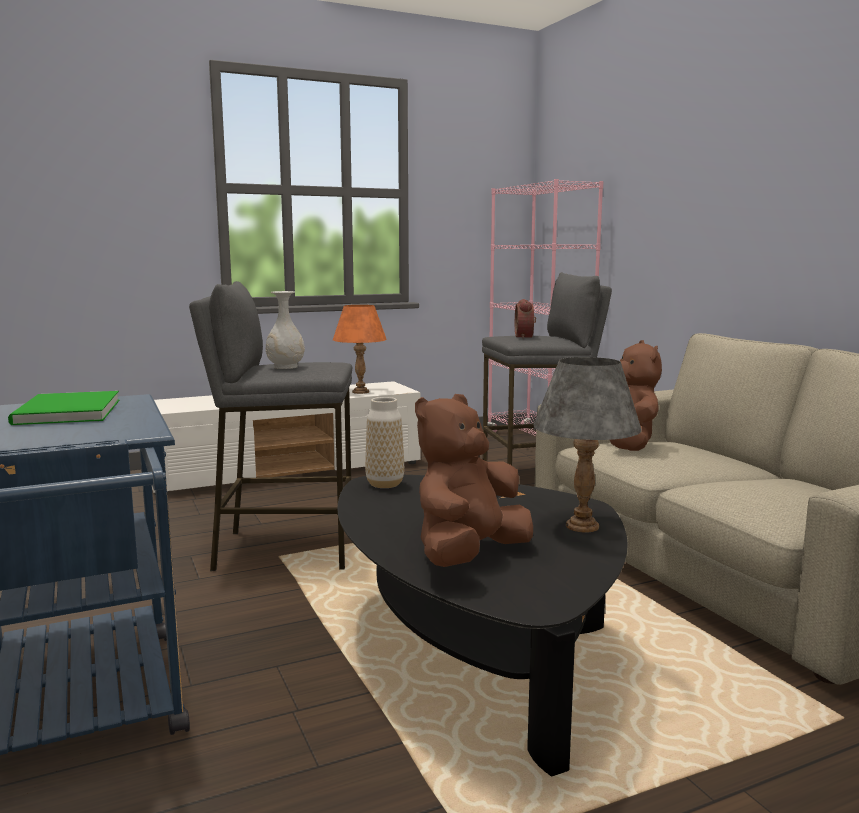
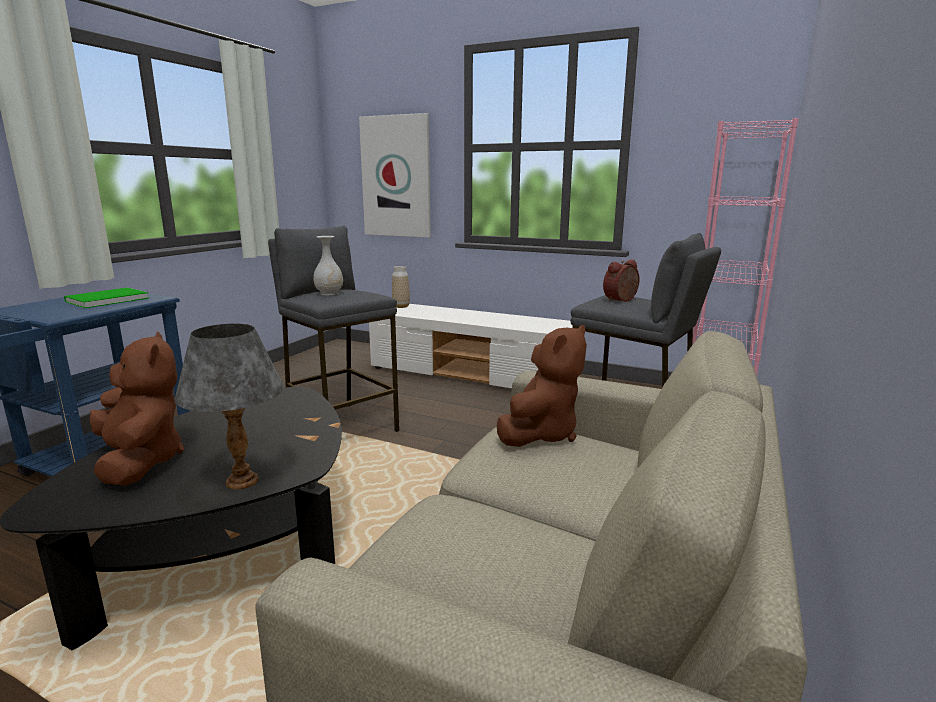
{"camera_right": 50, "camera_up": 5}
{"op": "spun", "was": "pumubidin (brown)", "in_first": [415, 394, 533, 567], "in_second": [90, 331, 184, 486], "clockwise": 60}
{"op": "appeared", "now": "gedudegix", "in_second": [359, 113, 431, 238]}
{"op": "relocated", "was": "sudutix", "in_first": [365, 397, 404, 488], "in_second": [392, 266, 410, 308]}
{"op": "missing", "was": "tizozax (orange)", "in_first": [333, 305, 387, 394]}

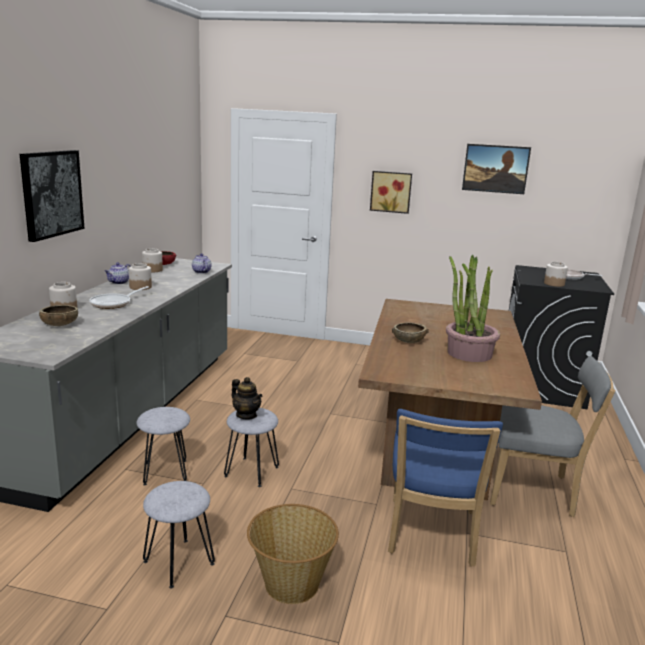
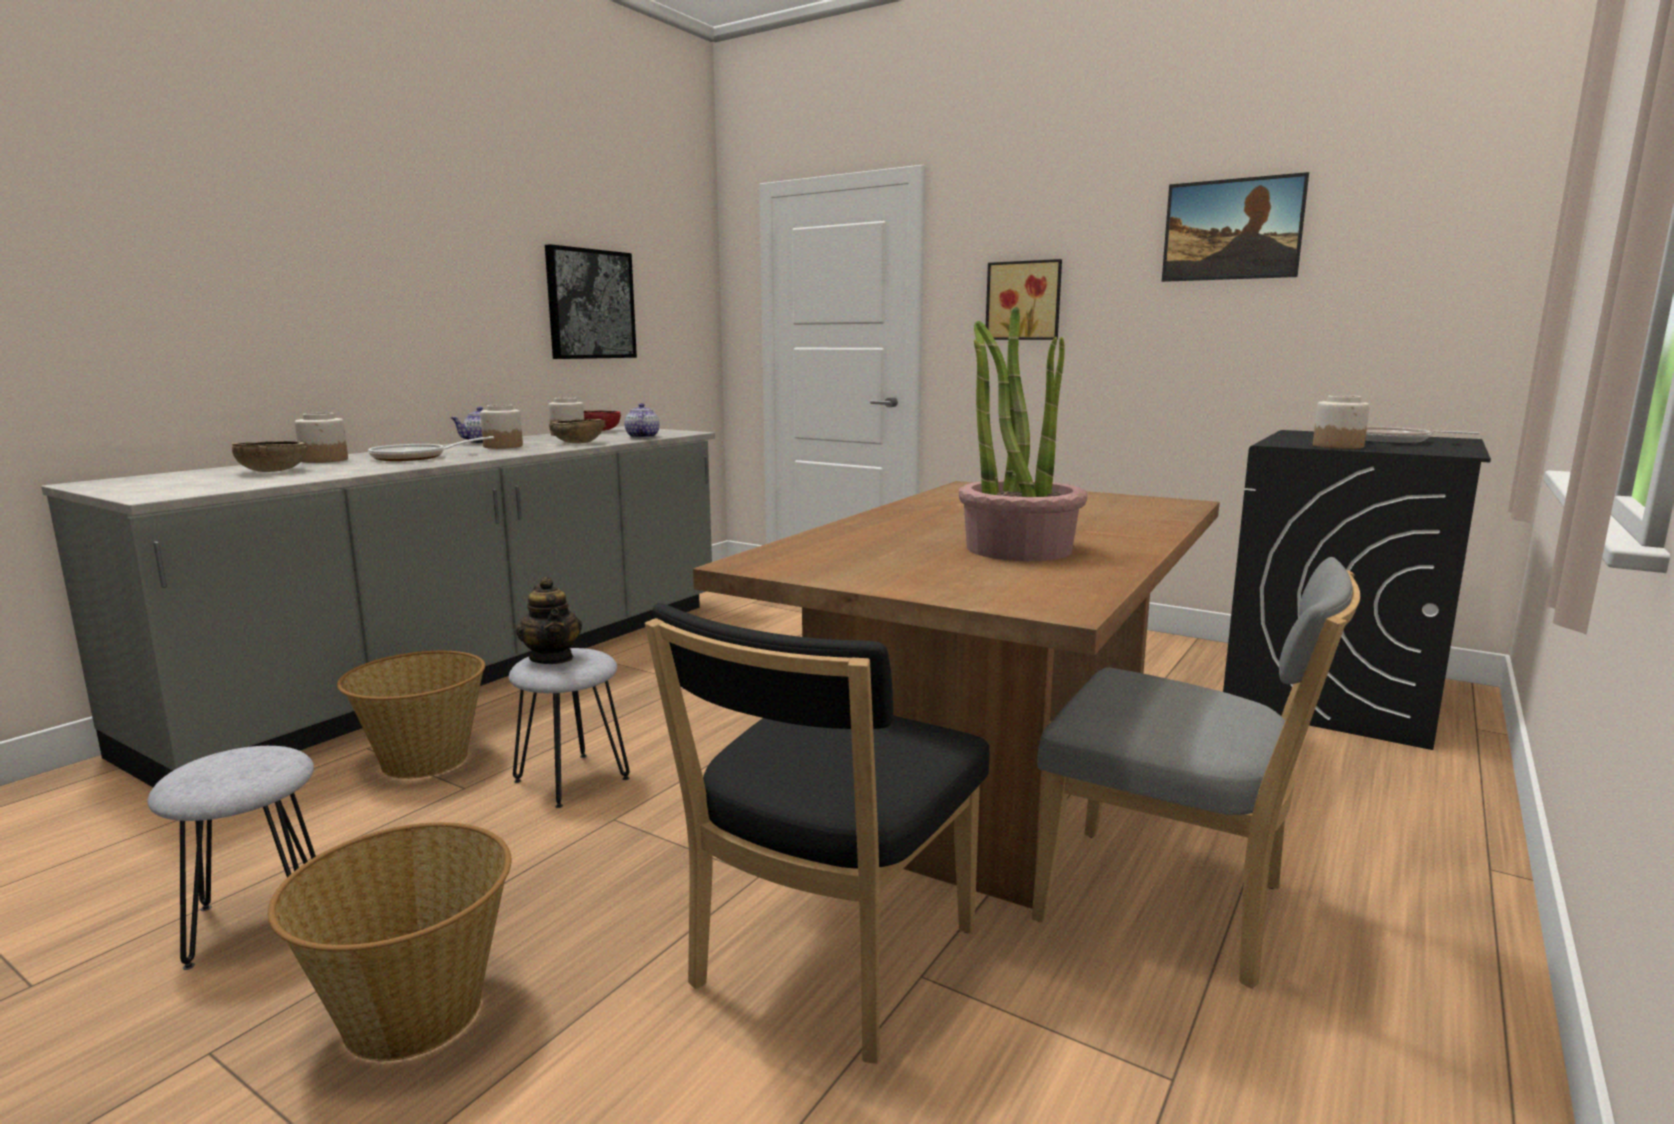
{"camera_right": 20, "camera_up": -5}
{"op": "exchanged", "was": "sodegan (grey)", "now": "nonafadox", "in_first": [137, 407, 190, 486], "in_second": [337, 651, 485, 779]}
{"op": "relocated", "was": "gedudegix", "in_first": [20, 150, 84, 242], "in_second": [545, 244, 637, 359]}
{"op": "relocated", "was": "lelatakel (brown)", "in_first": [392, 322, 429, 343], "in_second": [549, 419, 606, 444]}
{"op": "colour", "was": "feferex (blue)", "now": "feferex (black)", "in_first": [388, 409, 503, 566], "in_second": [645, 603, 989, 1064]}

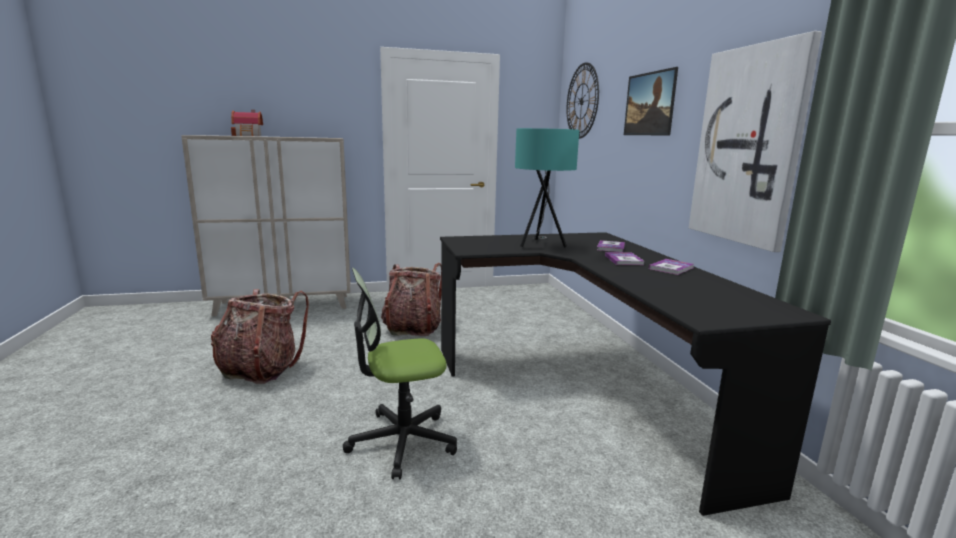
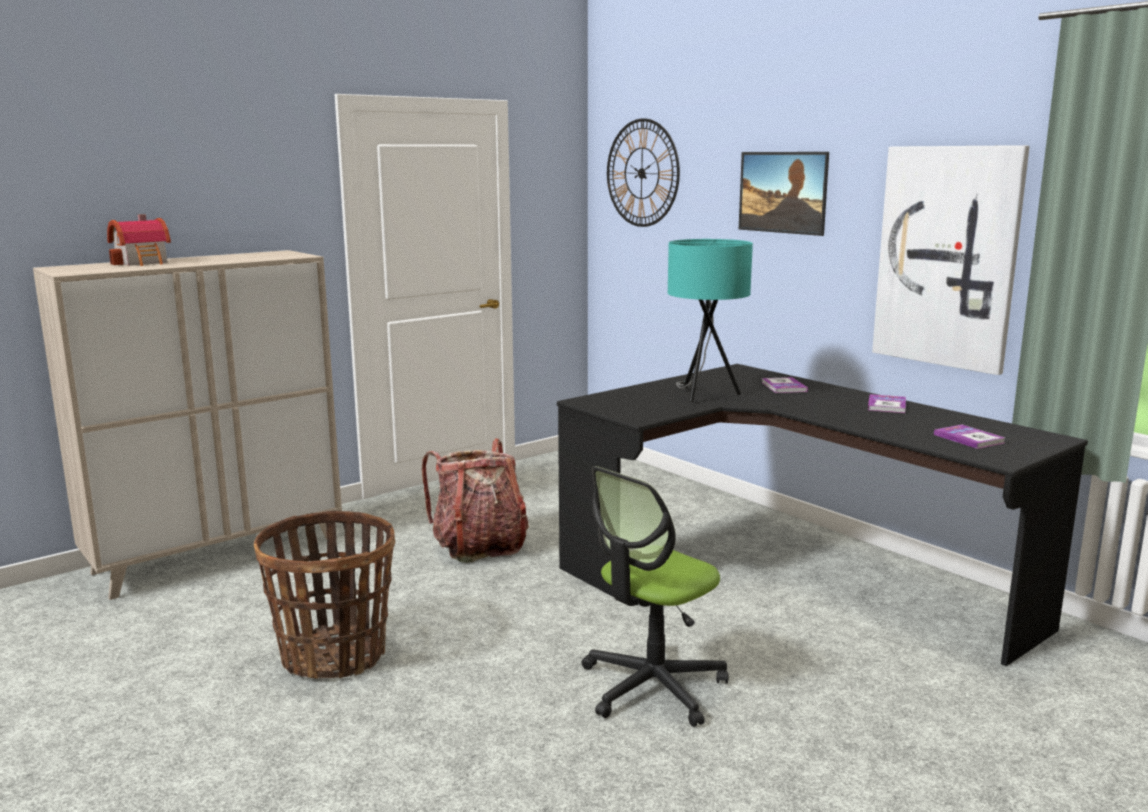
{"camera_right": -25, "camera_up": 0}
{"op": "exchanged", "was": "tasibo", "now": "nonafadox", "in_first": [211, 289, 309, 384], "in_second": [254, 511, 395, 679]}
{"op": "relocated", "was": "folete", "in_first": [605, 252, 644, 265], "in_second": [934, 425, 1005, 449]}

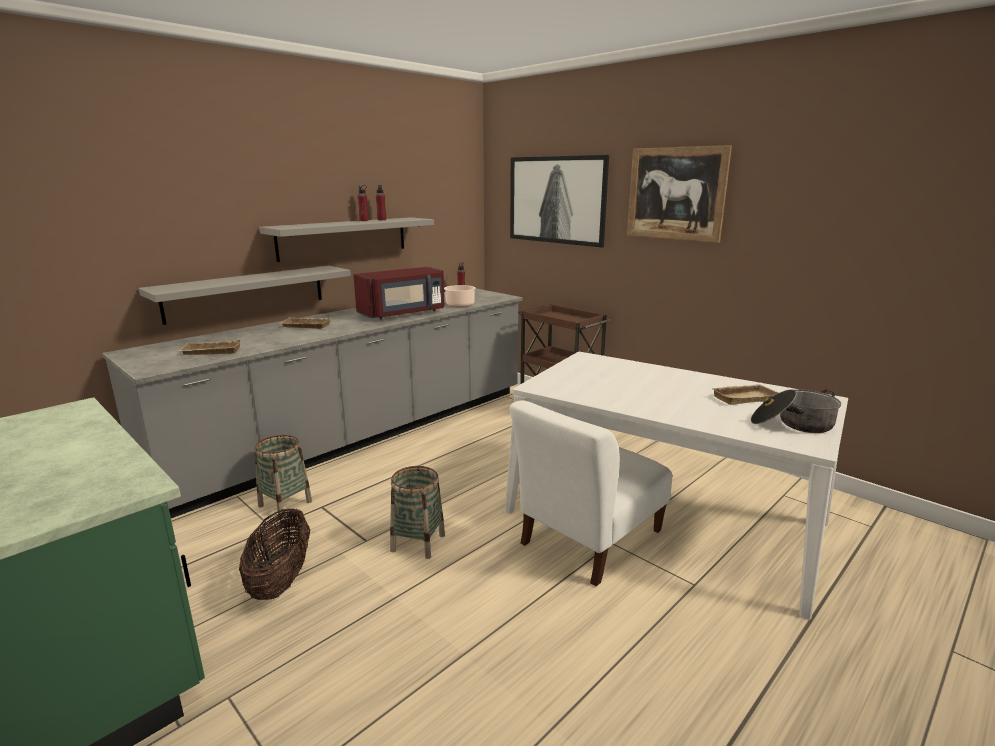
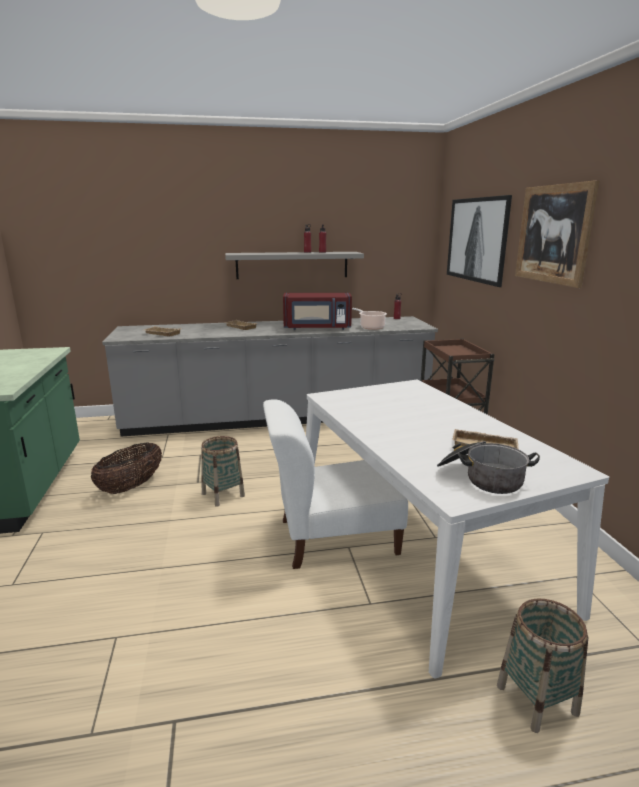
{"camera_right": 35, "camera_up": 0}
{"op": "relocated", "was": "nonafadox", "in_first": [255, 435, 312, 516], "in_second": [497, 599, 588, 733]}
{"op": "missing", "was": "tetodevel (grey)", "in_first": [139, 266, 351, 325]}

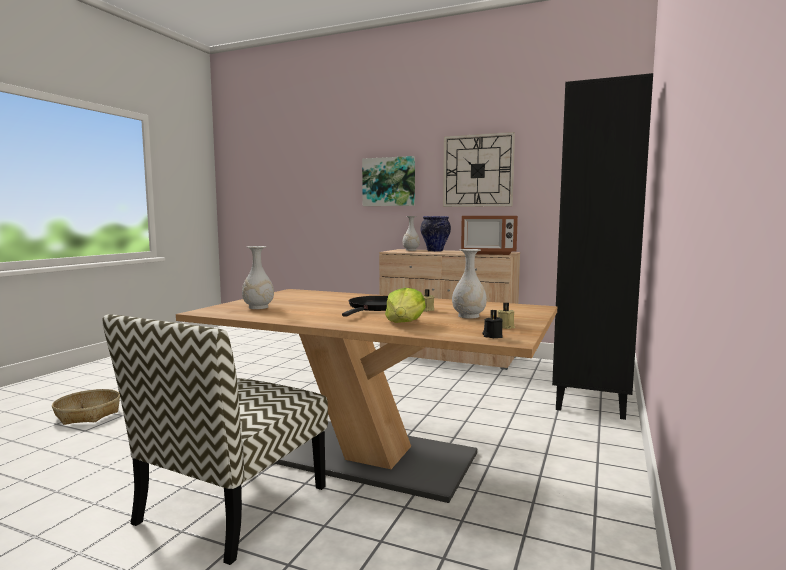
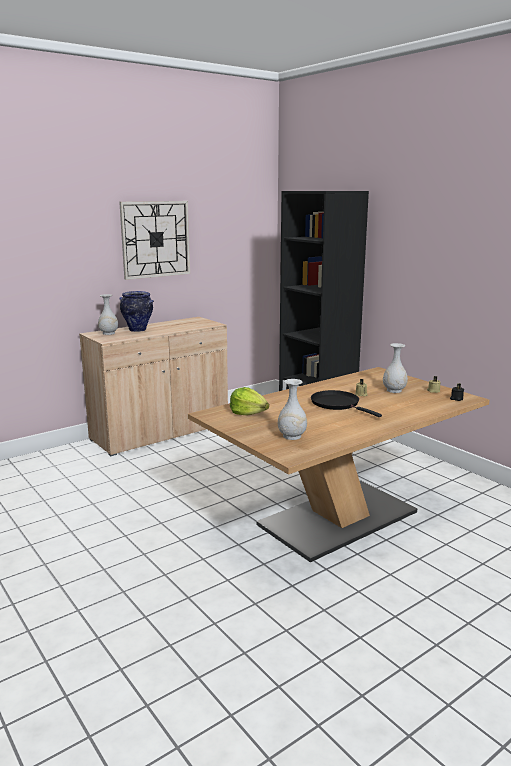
{"camera_right": -60, "camera_up": 10}
{"op": "relocated", "was": "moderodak", "in_first": [385, 288, 426, 323], "in_second": [230, 387, 269, 415]}
{"op": "missing", "was": "nonafadox", "in_first": [52, 389, 120, 425]}
{"op": "missing", "was": "feferex", "in_first": [103, 314, 328, 565]}
{"op": "missing", "was": "gedudegix", "in_first": [362, 156, 415, 206]}
{"op": "missing", "was": "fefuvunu", "in_first": [461, 216, 518, 255]}

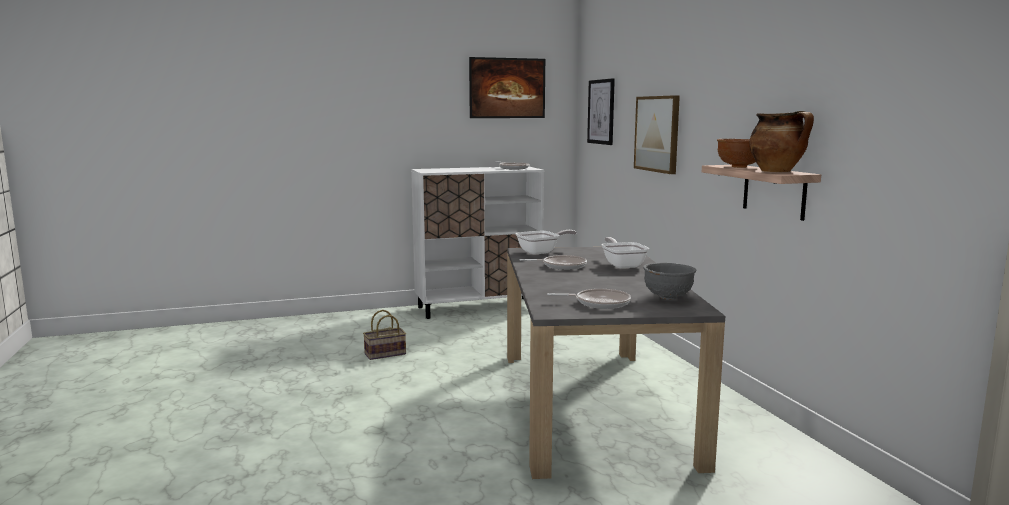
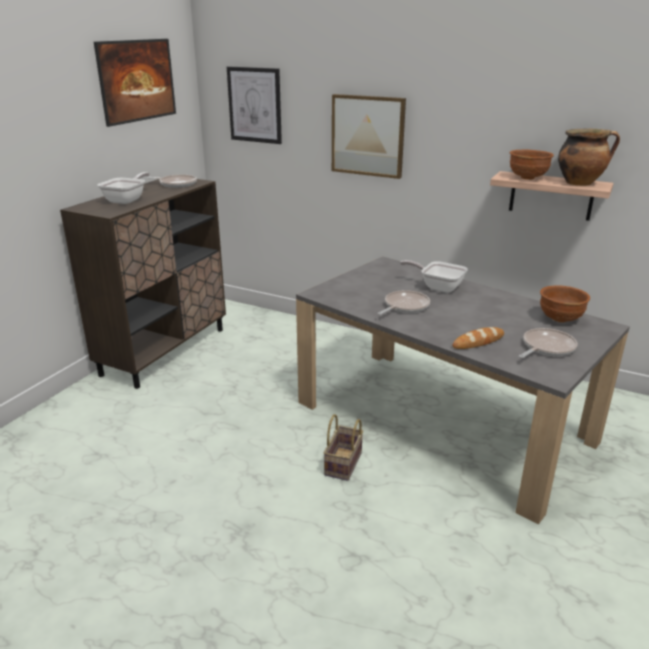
{"camera_right": -45, "camera_up": 15}
{"op": "colour", "was": "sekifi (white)", "now": "sekifi (brown)", "in_first": [411, 167, 544, 319], "in_second": [60, 179, 226, 389]}
{"op": "relocated", "was": "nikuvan", "in_first": [516, 230, 577, 255], "in_second": [97, 172, 149, 204]}
{"op": "relocated", "was": "nonafadox", "in_first": [363, 310, 406, 360], "in_second": [323, 414, 363, 481]}
{"op": "appeared", "now": "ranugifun", "in_second": [452, 327, 504, 349]}
{"op": "colour", "was": "lelatakel (grey)", "now": "lelatakel (brown)", "in_first": [643, 263, 697, 300], "in_second": [540, 285, 590, 322]}

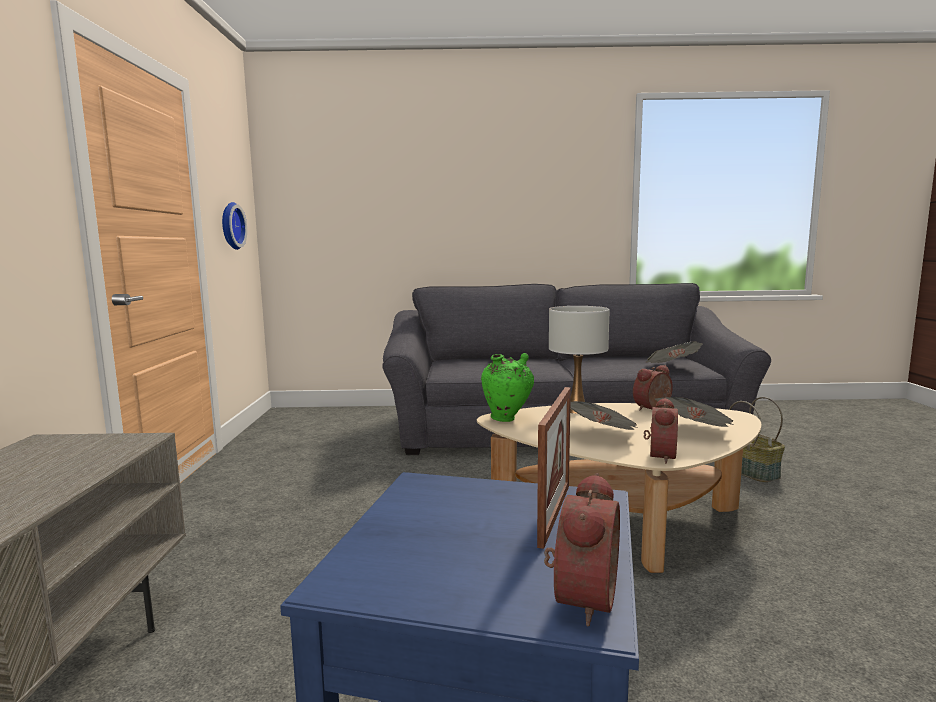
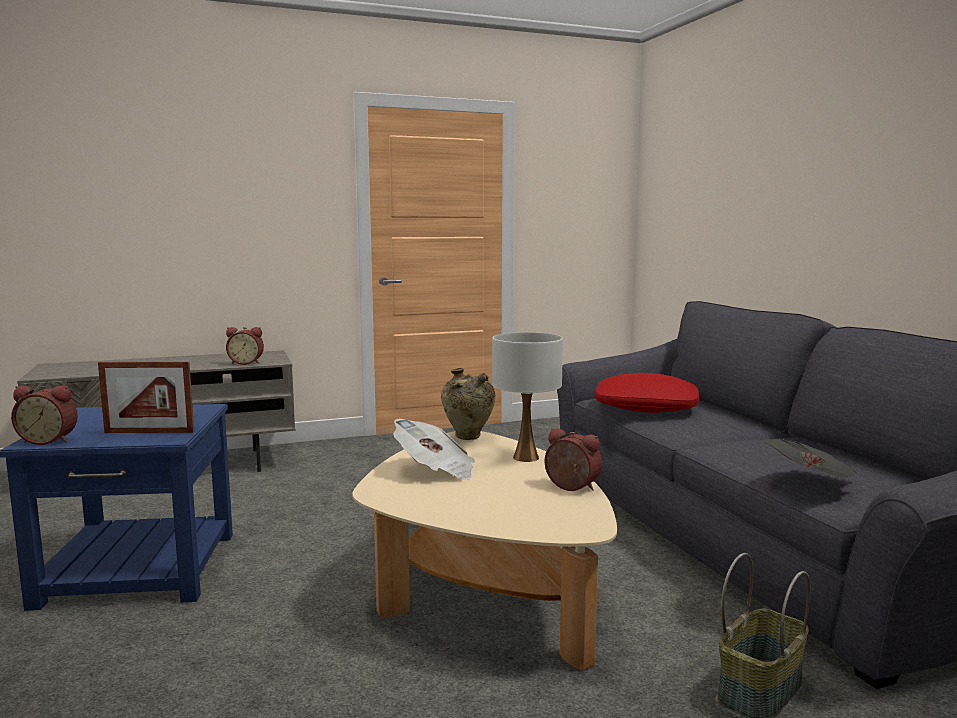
{"camera_right": 70, "camera_up": 0}
{"op": "relocated", "was": "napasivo", "in_first": [644, 398, 678, 464], "in_second": [226, 327, 264, 365]}
{"op": "colour", "was": "sudutix (green)", "now": "sudutix (beige)", "in_first": [481, 353, 534, 422], "in_second": [441, 368, 495, 440]}
{"op": "appeared", "now": "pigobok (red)", "in_second": [595, 373, 699, 413]}
{"op": "missing", "was": "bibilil", "in_first": [222, 202, 247, 250]}
{"op": "missing", "was": "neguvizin", "in_first": [655, 397, 734, 427]}

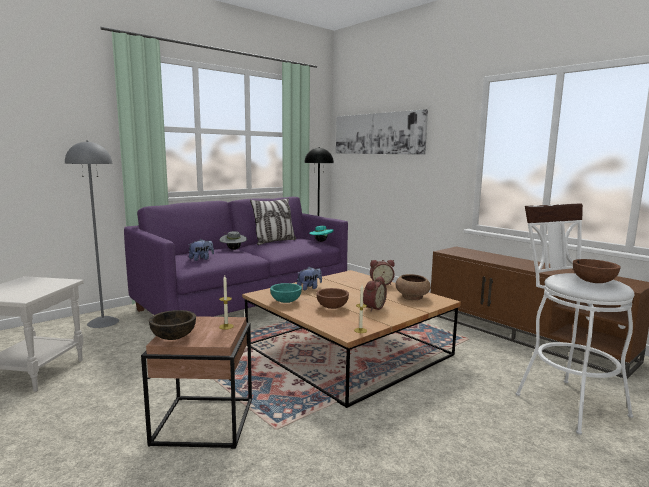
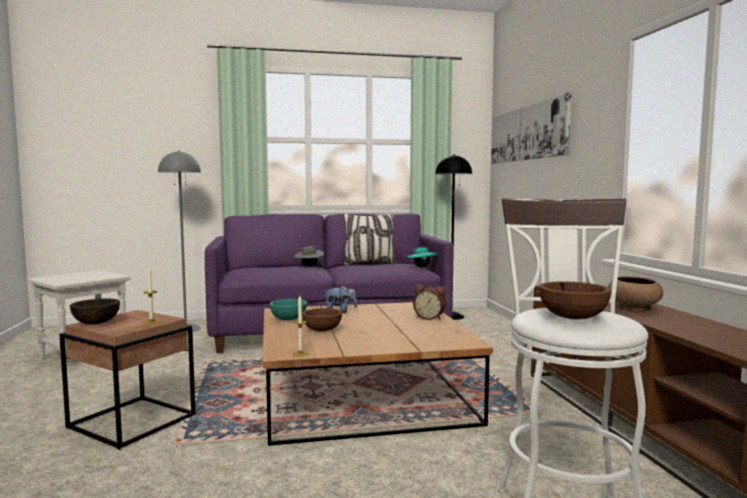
{"camera_right": 30, "camera_up": -5}
{"op": "relocated", "was": "lelatakel (brown)", "in_first": [396, 274, 431, 300], "in_second": [608, 276, 663, 312]}
{"op": "missing", "was": "pumubidin", "in_first": [188, 239, 214, 261]}
{"op": "missing", "was": "napasivo", "in_first": [363, 276, 387, 312]}

